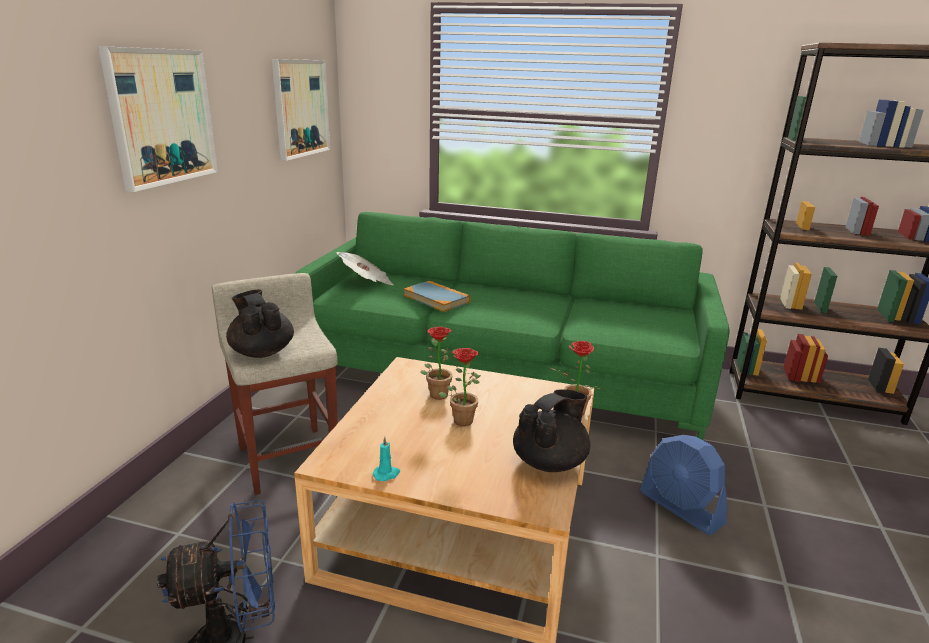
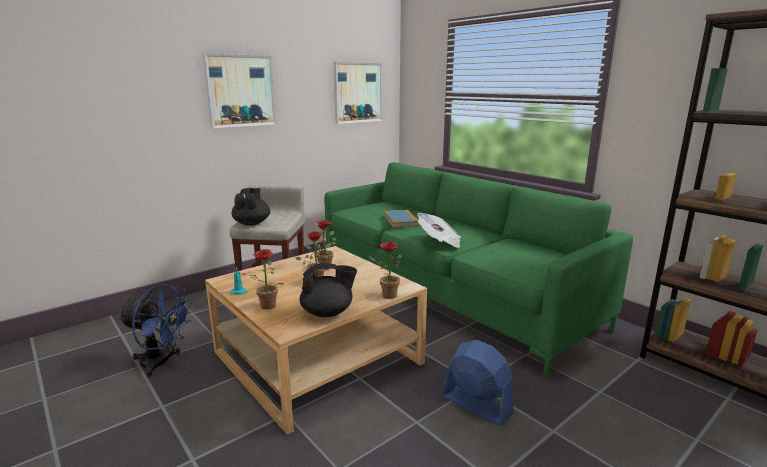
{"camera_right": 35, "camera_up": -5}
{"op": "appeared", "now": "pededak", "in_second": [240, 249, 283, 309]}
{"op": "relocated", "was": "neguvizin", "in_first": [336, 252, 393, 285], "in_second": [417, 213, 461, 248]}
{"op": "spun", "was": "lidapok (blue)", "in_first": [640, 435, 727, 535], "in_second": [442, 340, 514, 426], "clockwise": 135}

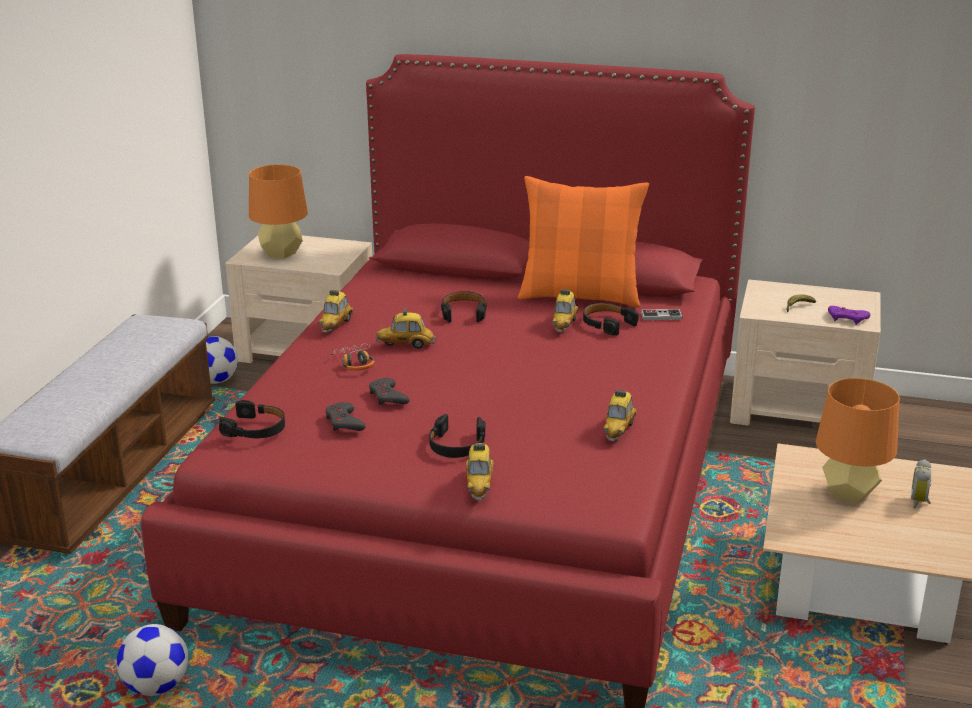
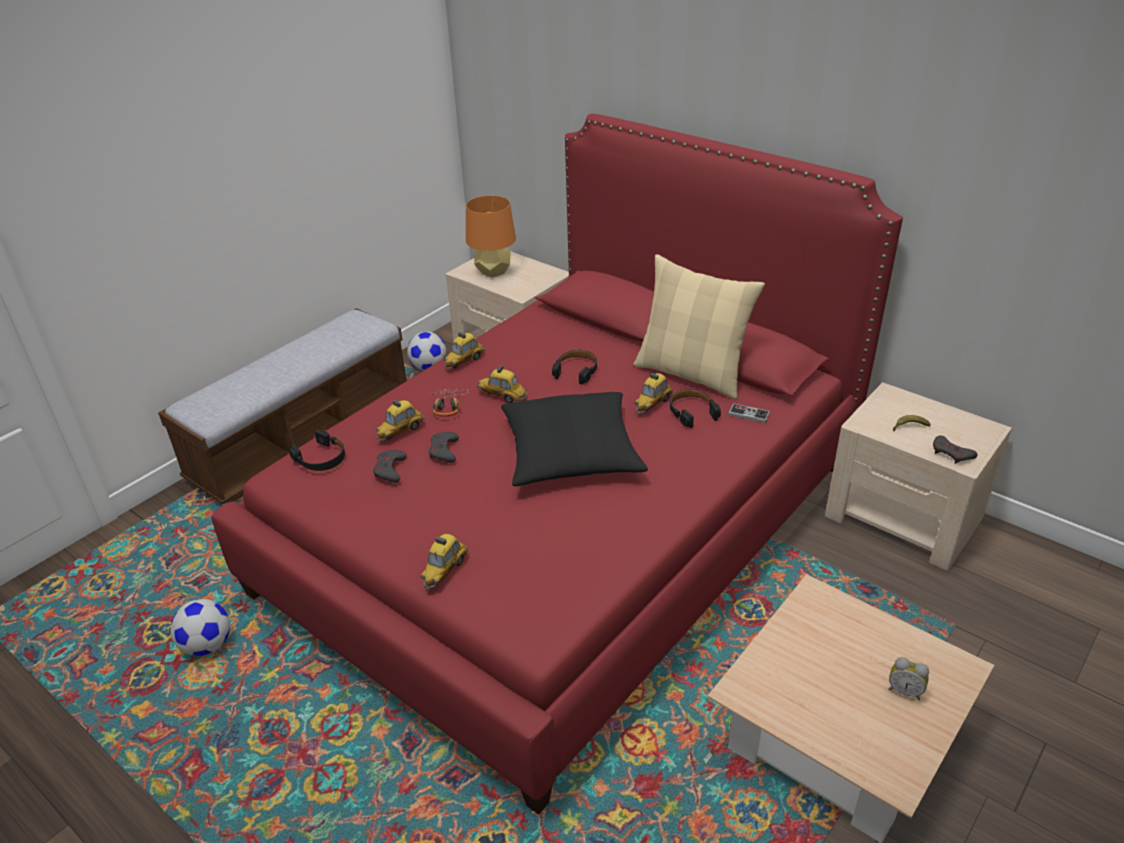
{"camera_right": 25, "camera_up": 10}
{"op": "relocated", "was": "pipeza", "in_first": [603, 390, 636, 441], "in_second": [376, 400, 425, 441]}
{"op": "appeared", "now": "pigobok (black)", "in_second": [501, 392, 648, 486]}
{"op": "colour", "was": "pigobok (orange)", "now": "pigobok (beige)", "in_first": [517, 176, 649, 307], "in_second": [633, 254, 765, 399]}
{"op": "spun", "was": "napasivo", "in_first": [911, 459, 931, 509], "in_second": [888, 657, 929, 700], "clockwise": -105}
{"op": "colour", "was": "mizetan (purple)", "now": "mizetan (grey)", "in_first": [828, 306, 870, 325], "in_second": [933, 435, 978, 464]}
{"op": "missing", "was": "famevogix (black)", "in_first": [429, 414, 485, 458]}
{"op": "missing", "was": "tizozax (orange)", "in_first": [816, 378, 900, 504]}

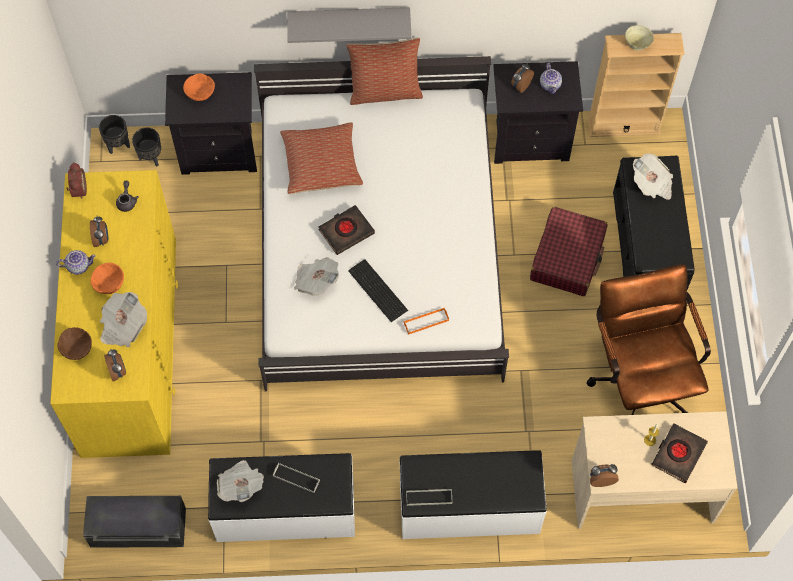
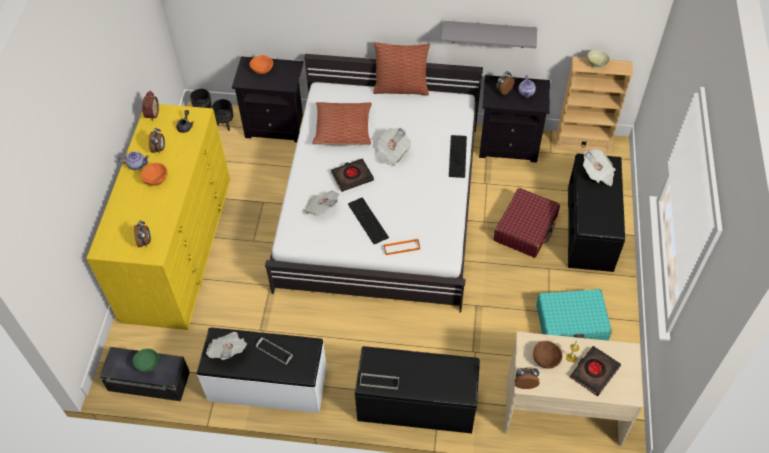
{"camera_right": 10, "camera_up": -10}
{"op": "appeared", "now": "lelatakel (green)", "in_second": [133, 349, 159, 372]}
{"op": "colour", "was": "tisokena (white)", "now": "tisokena (black)", "in_first": [399, 450, 547, 539], "in_second": [355, 346, 480, 433]}
{"op": "relocated", "was": "neguvizin", "in_first": [100, 292, 147, 347], "in_second": [375, 128, 411, 166]}
{"op": "relocated", "was": "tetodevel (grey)", "in_first": [287, 7, 412, 43], "in_second": [441, 21, 537, 48]}
{"op": "appeared", "now": "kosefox", "in_second": [449, 135, 467, 178]}
{"op": "relocated", "was": "lelatakel (brown)", "in_first": [57, 327, 92, 360], "in_second": [533, 341, 562, 369]}
{"op": "exchanged", "was": "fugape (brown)", "now": "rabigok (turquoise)", "in_first": [586, 264, 711, 415], "in_second": [536, 289, 612, 341]}

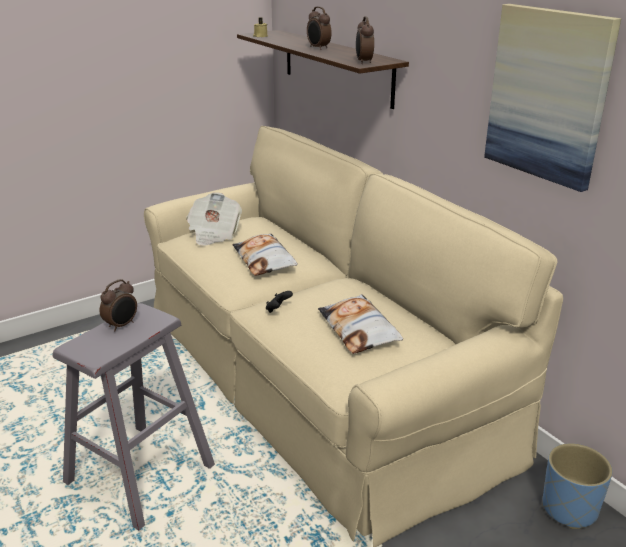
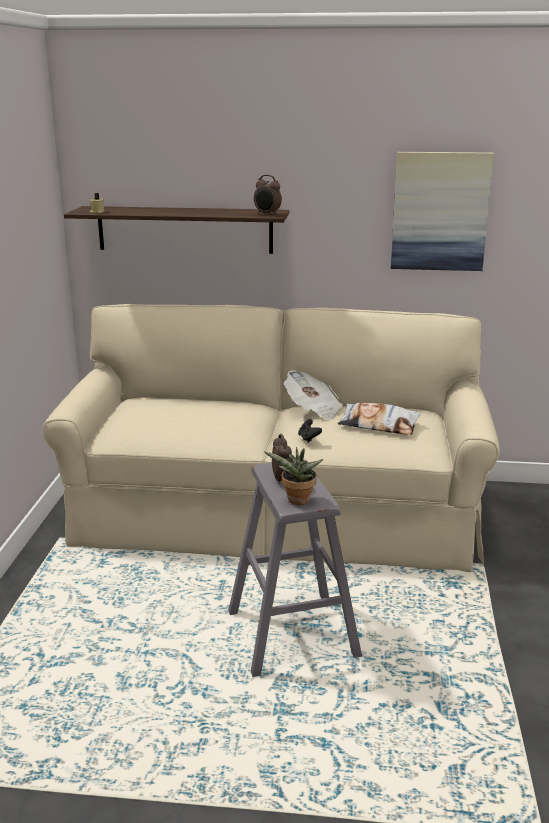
{"camera_right": -50, "camera_up": -5}
{"op": "appeared", "now": "pededak", "in_second": [265, 447, 324, 505]}
{"op": "relocated", "was": "neguvizin", "in_first": [186, 192, 242, 246], "in_second": [284, 370, 343, 420]}
{"op": "missing", "was": "pigobok", "in_first": [233, 233, 298, 276]}
{"op": "missing", "was": "napasivo", "in_first": [307, 6, 332, 50]}
{"op": "missing", "was": "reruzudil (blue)", "in_first": [542, 443, 613, 529]}

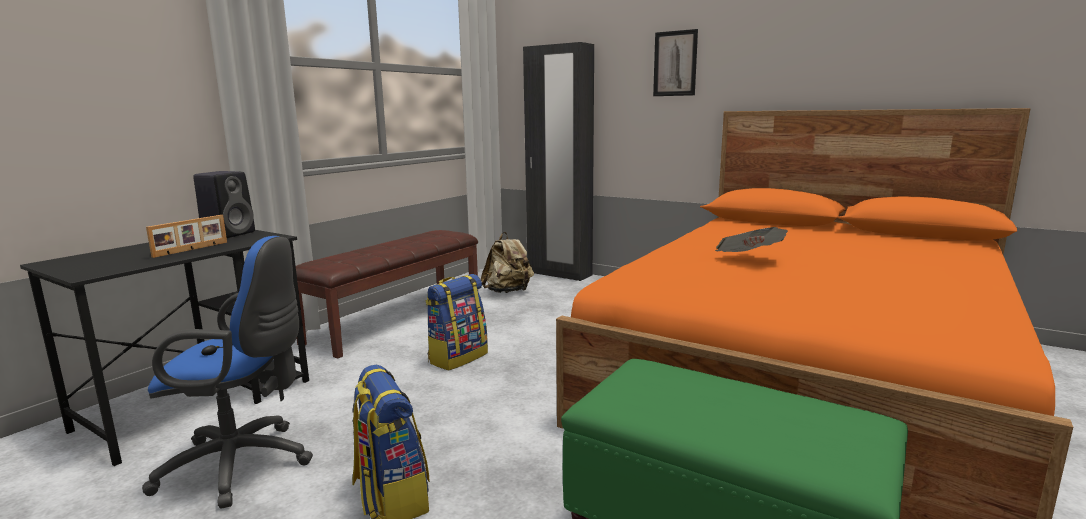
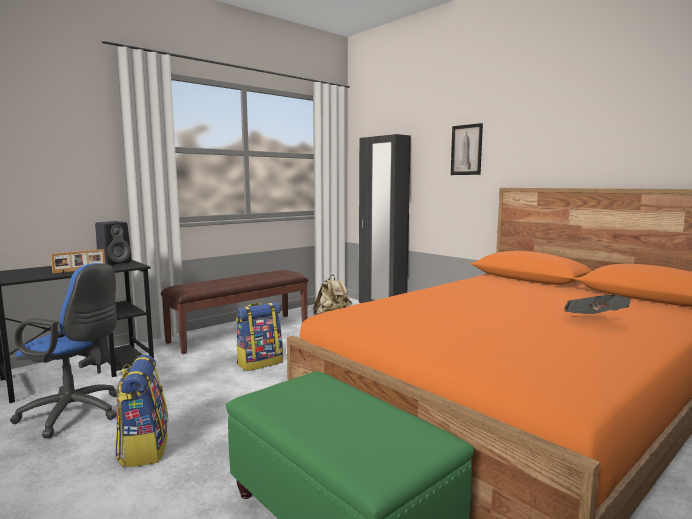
{"camera_right": 15, "camera_up": -5}
{"op": "relocated", "was": "neguvizin", "in_first": [715, 227, 788, 252], "in_second": [564, 295, 631, 314]}

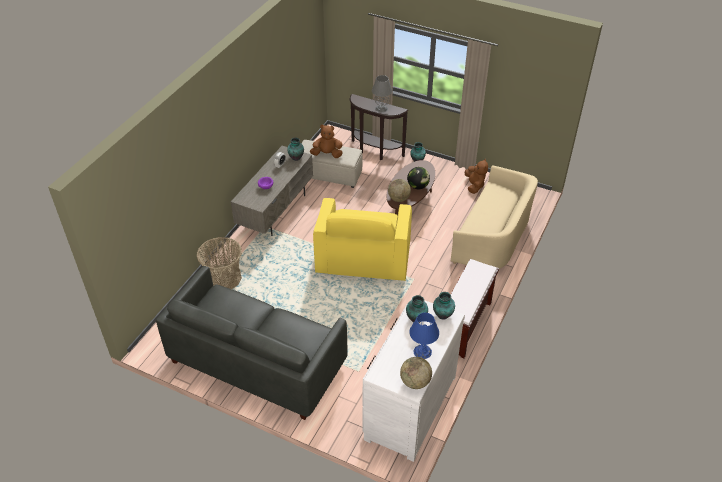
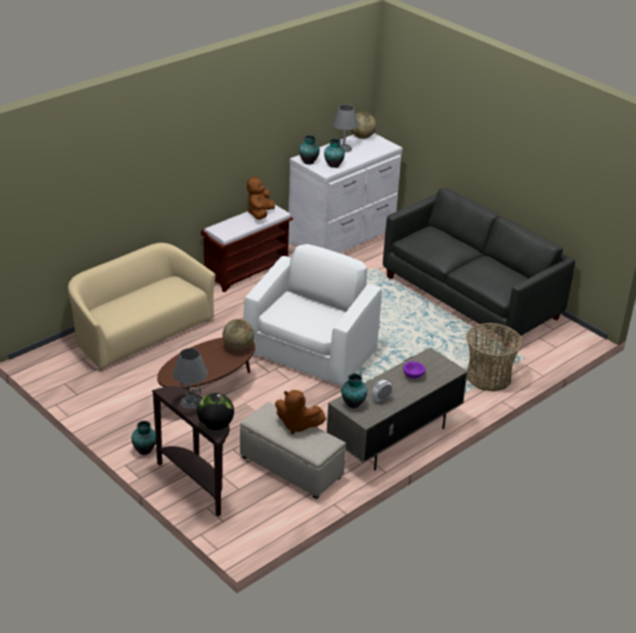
{"camera_right": -160, "camera_up": -10}
{"op": "relocated", "was": "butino", "in_first": [407, 167, 430, 189], "in_second": [197, 393, 234, 430]}
{"op": "colour", "was": "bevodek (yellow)", "now": "bevodek (white)", "in_first": [313, 198, 412, 281], "in_second": [243, 244, 382, 386]}
{"op": "relocated", "was": "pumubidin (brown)", "in_first": [465, 159, 488, 194], "in_second": [247, 175, 275, 220]}
{"op": "colour", "was": "tizozax (blue)", "now": "tizozax (grey)", "in_first": [409, 313, 439, 359], "in_second": [333, 104, 358, 152]}

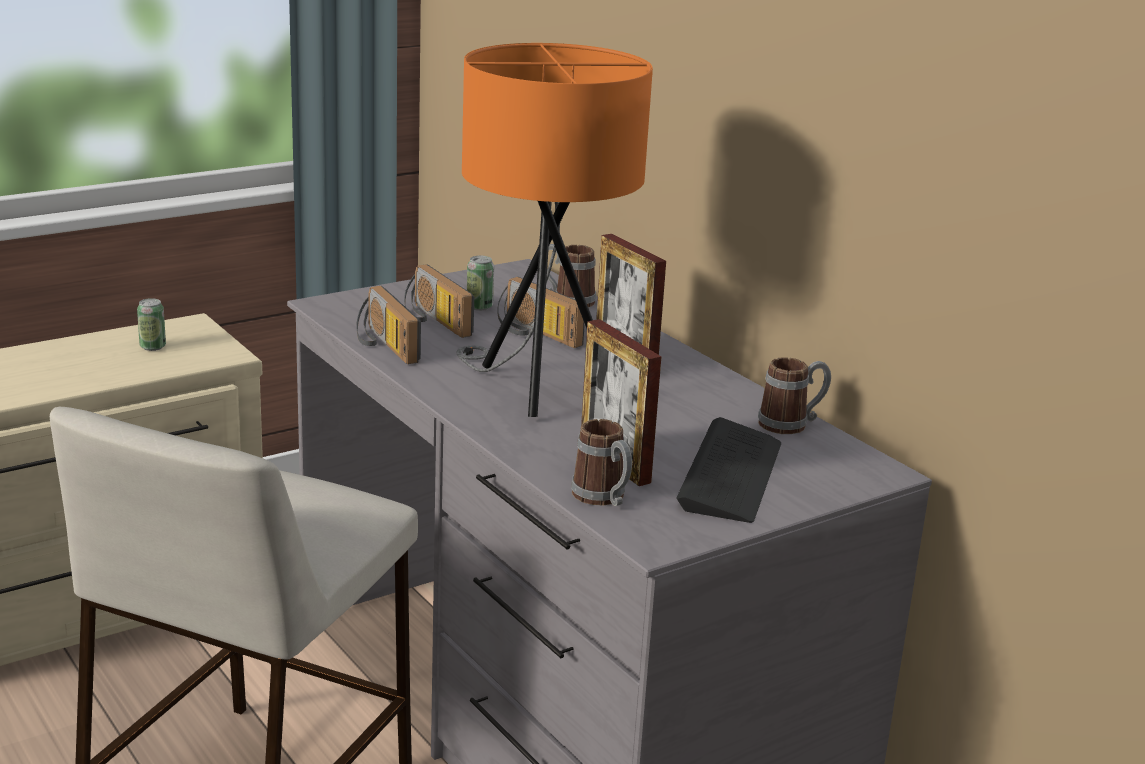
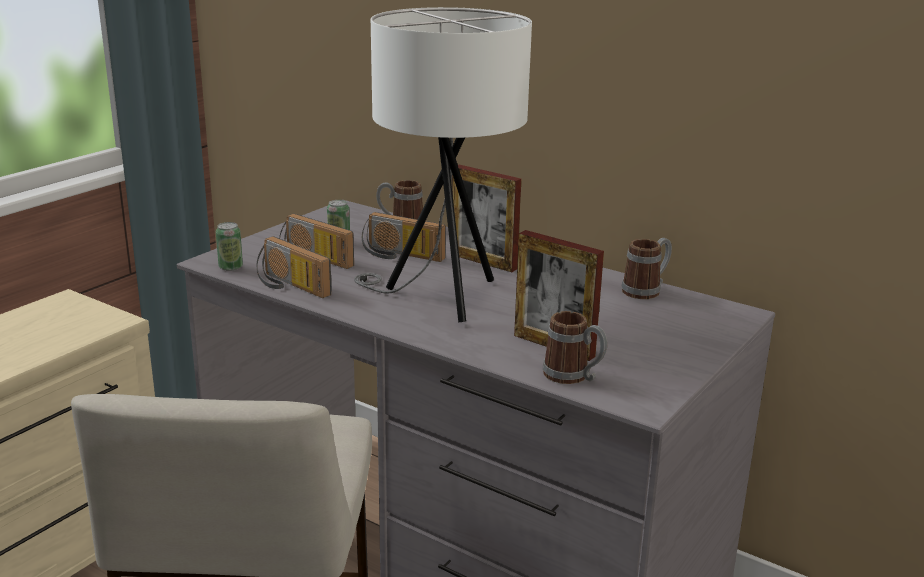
{"camera_right": -20, "camera_up": 0}
{"op": "relocated", "was": "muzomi", "in_first": [137, 298, 166, 351], "in_second": [216, 222, 243, 271]}
{"op": "colour", "was": "tizozax (orange)", "now": "tizozax (white)", "in_first": [456, 43, 653, 417], "in_second": [354, 7, 532, 322]}
{"op": "missing", "was": "kosefox", "in_first": [676, 417, 781, 523]}

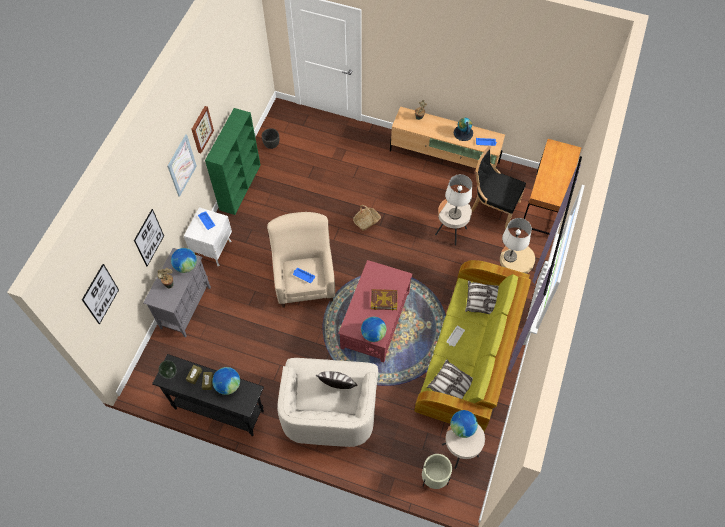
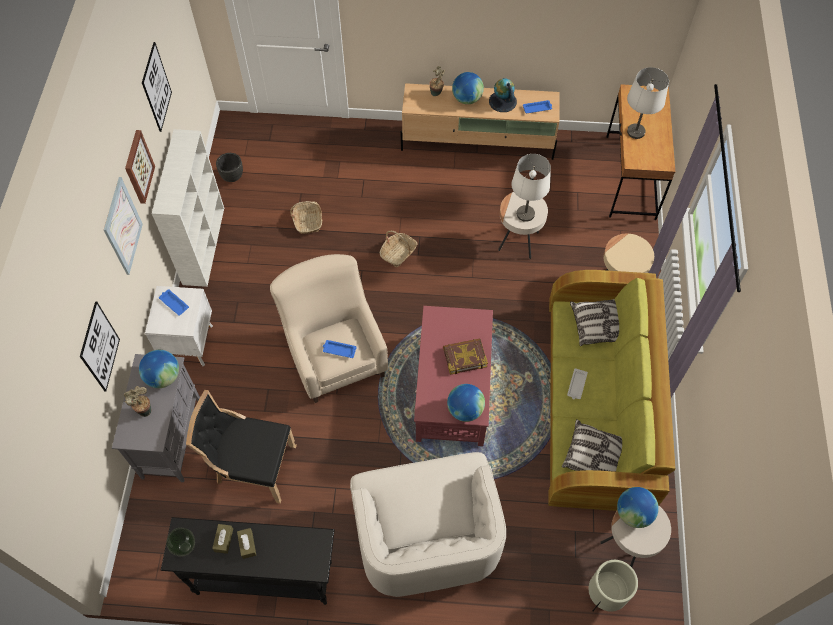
{"camera_right": -15, "camera_up": 0}
{"op": "relocated", "was": "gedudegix", "in_first": [82, 264, 119, 324], "in_second": [142, 42, 172, 132]}
{"op": "colour", "was": "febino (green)", "now": "febino (white)", "in_first": [205, 108, 260, 215], "in_second": [152, 129, 224, 287]}
{"op": "relocated", "was": "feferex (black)", "in_first": [472, 146, 526, 230], "in_second": [186, 390, 297, 504]}
{"op": "appeared", "now": "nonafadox", "in_second": [290, 201, 322, 234]}
{"op": "relocated", "was": "butino", "in_first": [212, 367, 240, 395], "in_second": [452, 72, 484, 104]}
{"op": "relocated", "was": "tizozax (white)", "in_first": [502, 218, 532, 262], "in_second": [627, 67, 669, 139]}
{"op": "missing", "was": "pigobok", "in_first": [316, 371, 358, 389]}

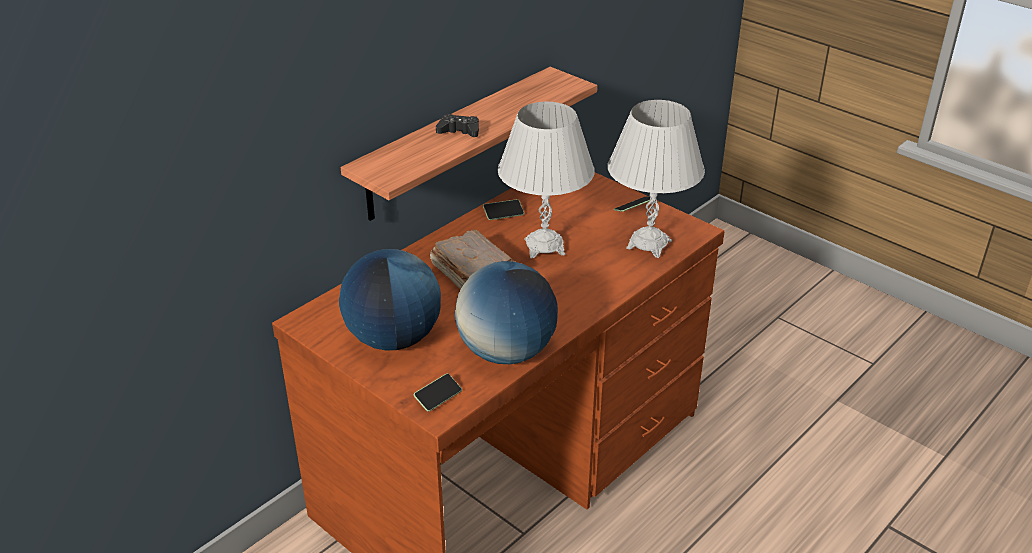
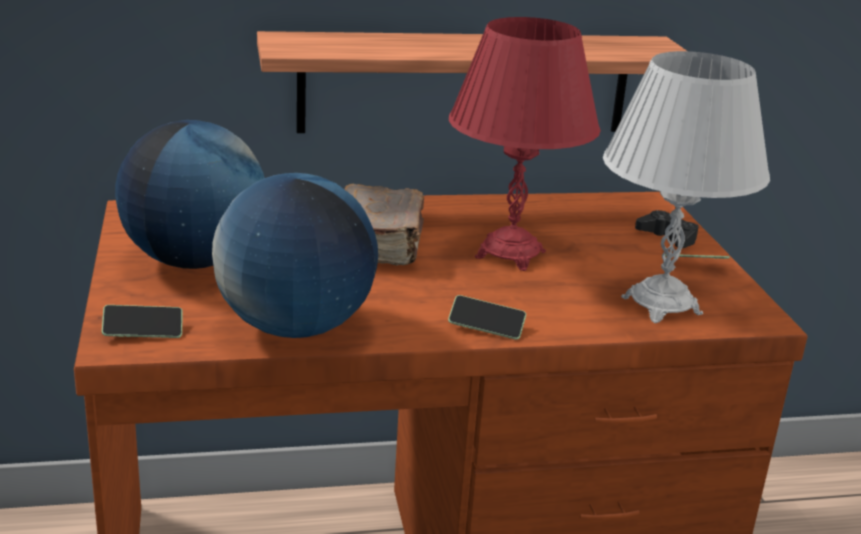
{"camera_right": 35, "camera_up": -10}
{"op": "relocated", "was": "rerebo", "in_first": [483, 199, 524, 220], "in_second": [448, 295, 526, 340]}
{"op": "colour", "was": "tizozax (white)", "now": "tizozax (red)", "in_first": [497, 102, 595, 258], "in_second": [449, 17, 601, 271]}
{"op": "relocated", "was": "mizetan (black)", "in_first": [436, 114, 479, 137], "in_second": [635, 210, 699, 248]}

